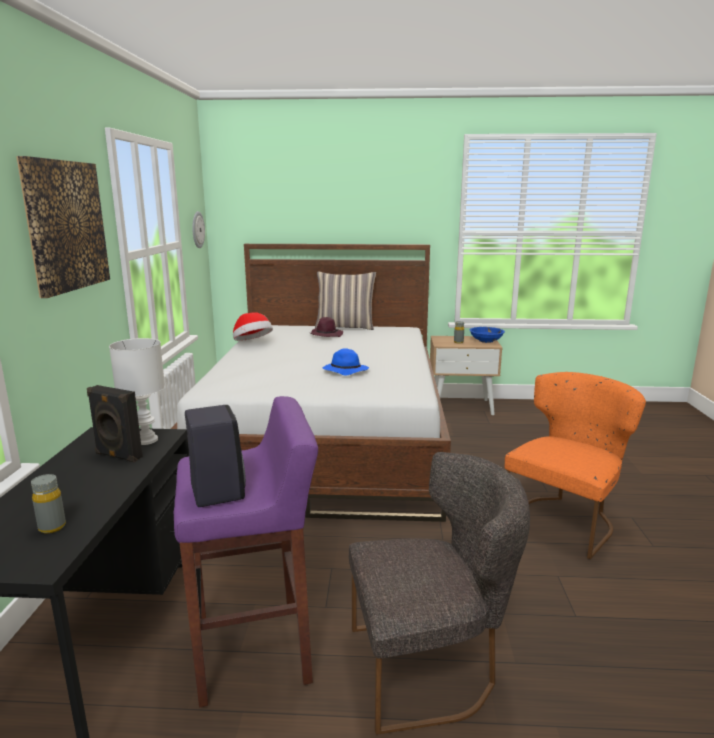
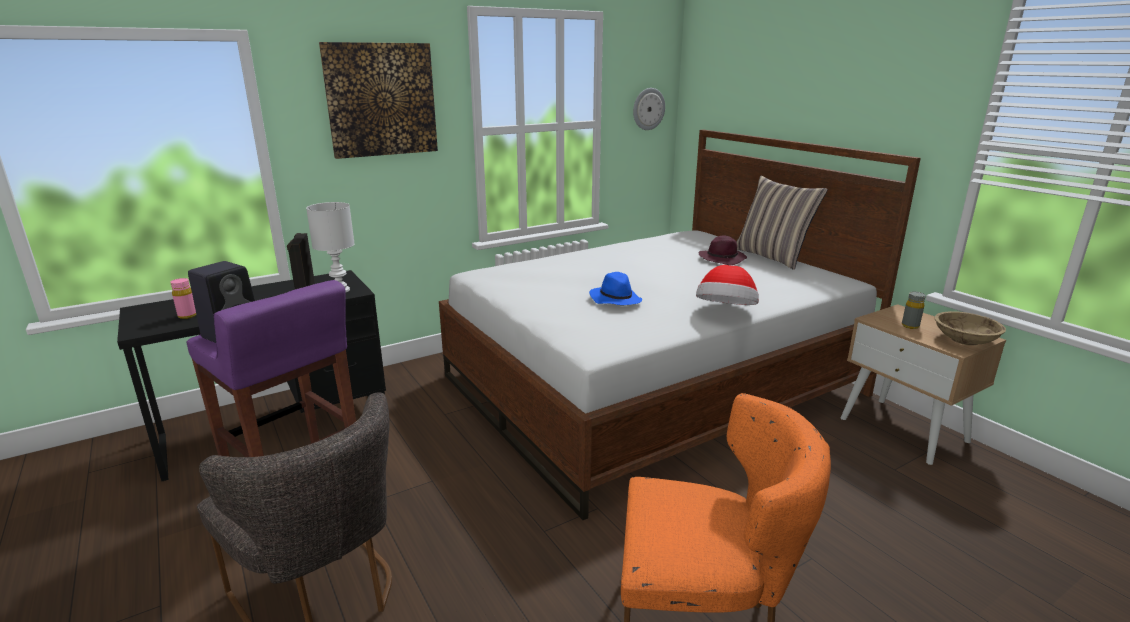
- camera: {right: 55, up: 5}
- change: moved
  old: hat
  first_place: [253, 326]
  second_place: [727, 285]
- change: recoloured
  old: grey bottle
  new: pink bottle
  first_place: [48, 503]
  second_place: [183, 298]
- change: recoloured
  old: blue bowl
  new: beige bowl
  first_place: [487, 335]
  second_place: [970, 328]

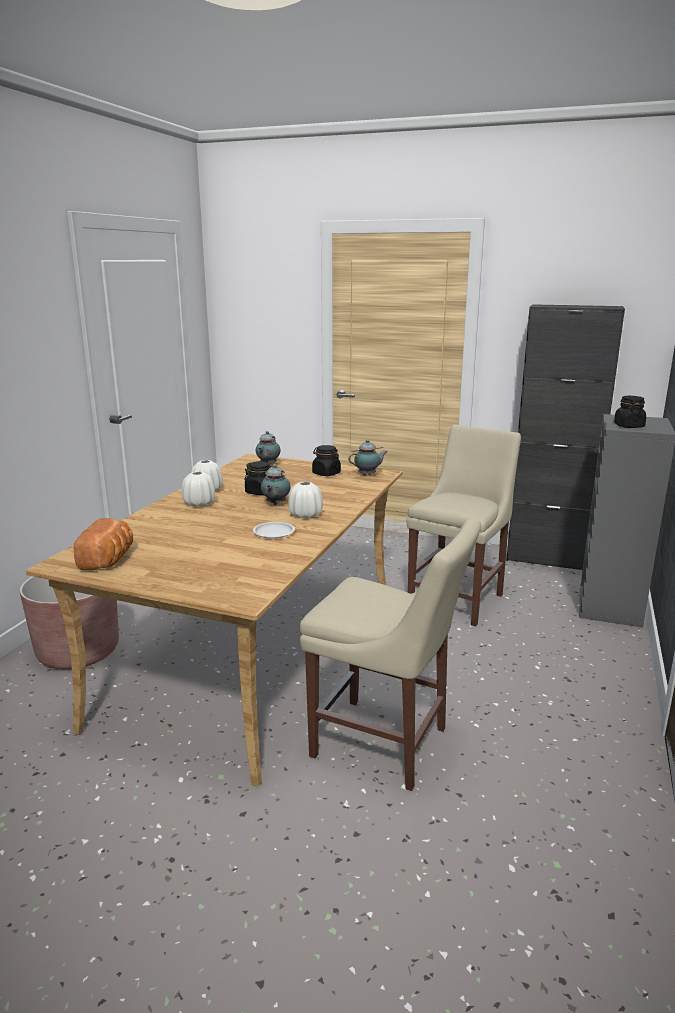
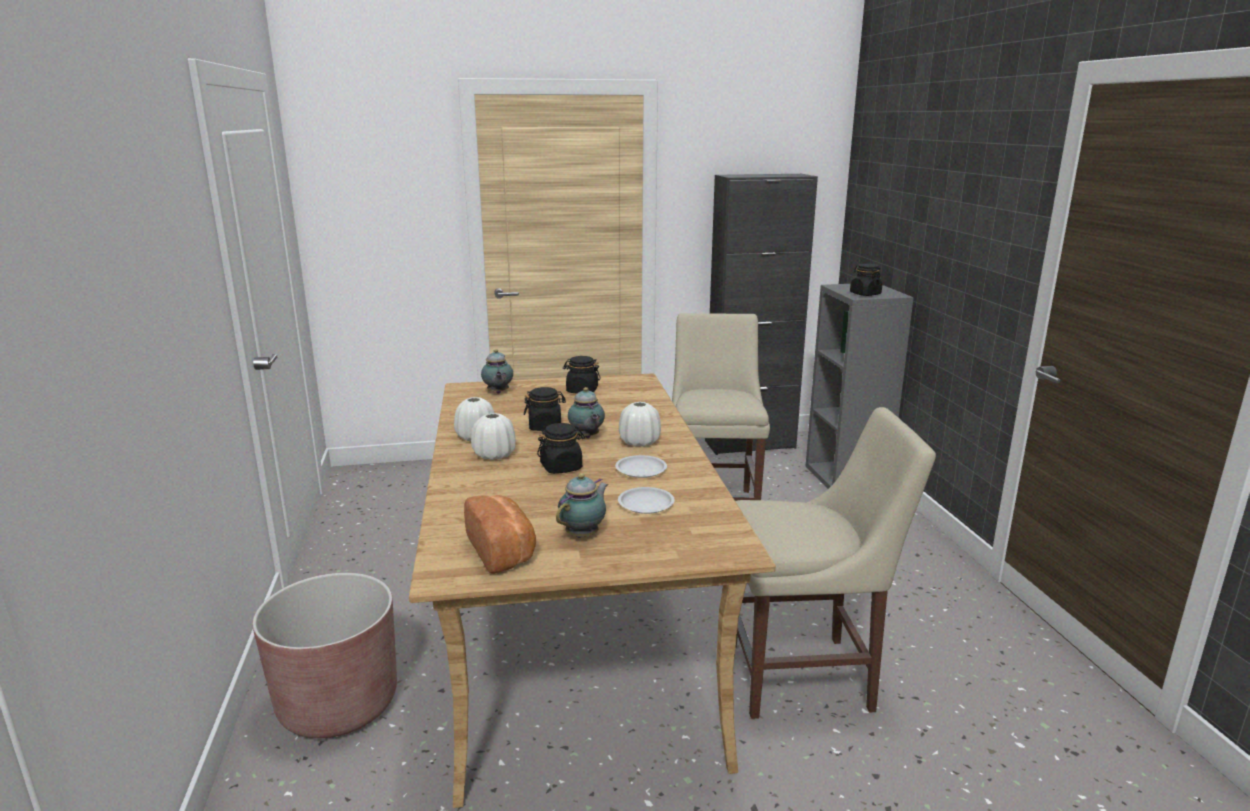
- camera: {right: -30, up: 0}
- change: added
  new: black jar
  second_place: [561, 448]
- change: added
  new: white plate
  second_place: [646, 500]
- change: moved
  old: teapot
  first_place: [367, 458]
  second_place: [582, 505]

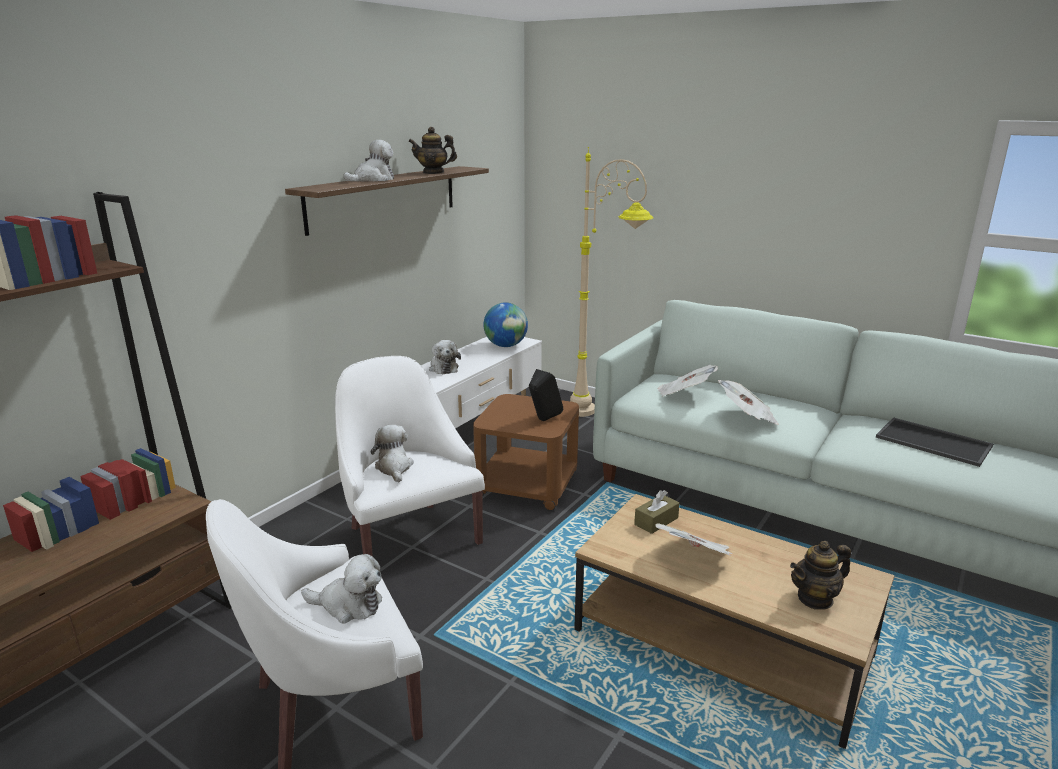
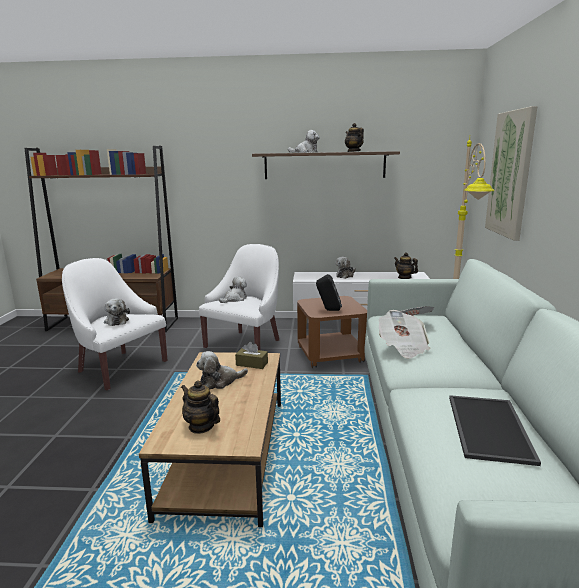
- camera: {right: 60, up: -5}
- change: added
  new: picture
  second_place: [511, 173]
- change: replaced
  old: globe
  new: teapot
  first_place: [505, 324]
  second_place: [406, 265]
- change: replaced
  old: newspaper
  new: plush toy
  first_place: [693, 539]
  second_place: [222, 370]

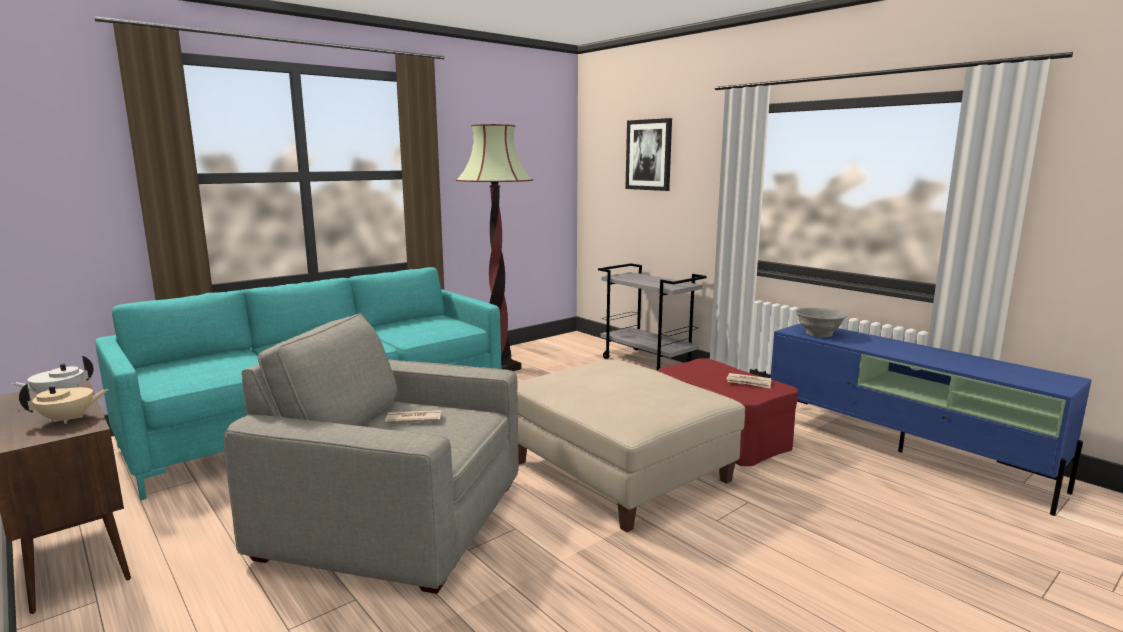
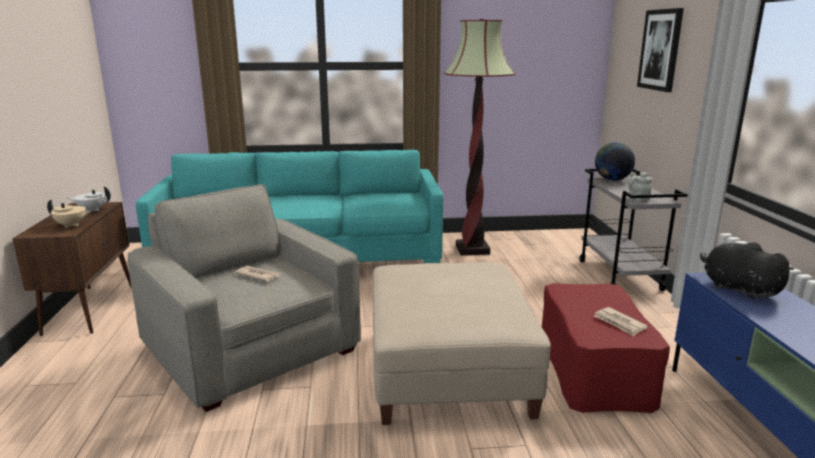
- camera: {right: 35, up: 5}
- change: added
  new: globe
  second_place: [615, 161]
- change: added
  new: grey teapot
  second_place: [639, 187]
- change: replaced
  old: grey bowl
  new: black plush toy
  first_place: [821, 322]
  second_place: [747, 271]

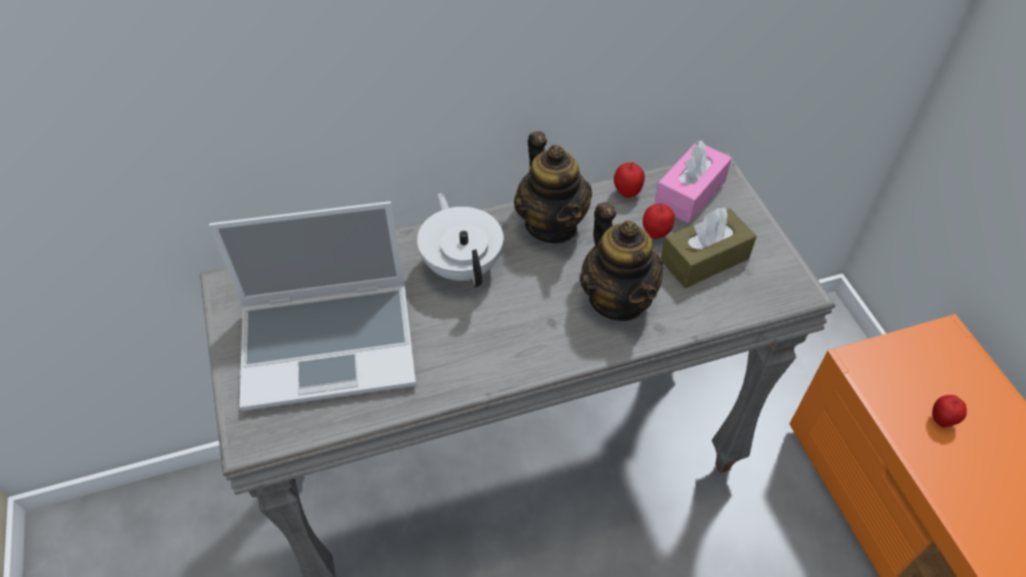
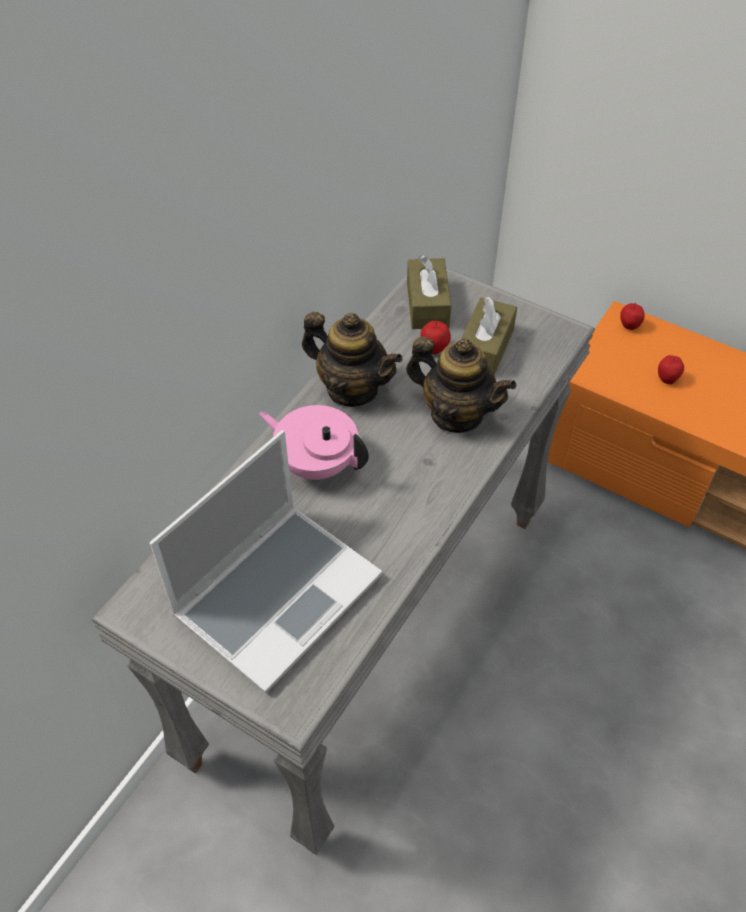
- camera: {right: -40, up: 0}
- change: moved
  old: apple
  first_place: [629, 180]
  second_place: [632, 316]
- change: recoloured
  old: white teapot
  new: pink teapot
  first_place: [460, 240]
  second_place: [314, 442]
- change: recoloured
  old: pink tissue box
  new: brown tissue box
  first_place: [693, 181]
  second_place: [429, 292]

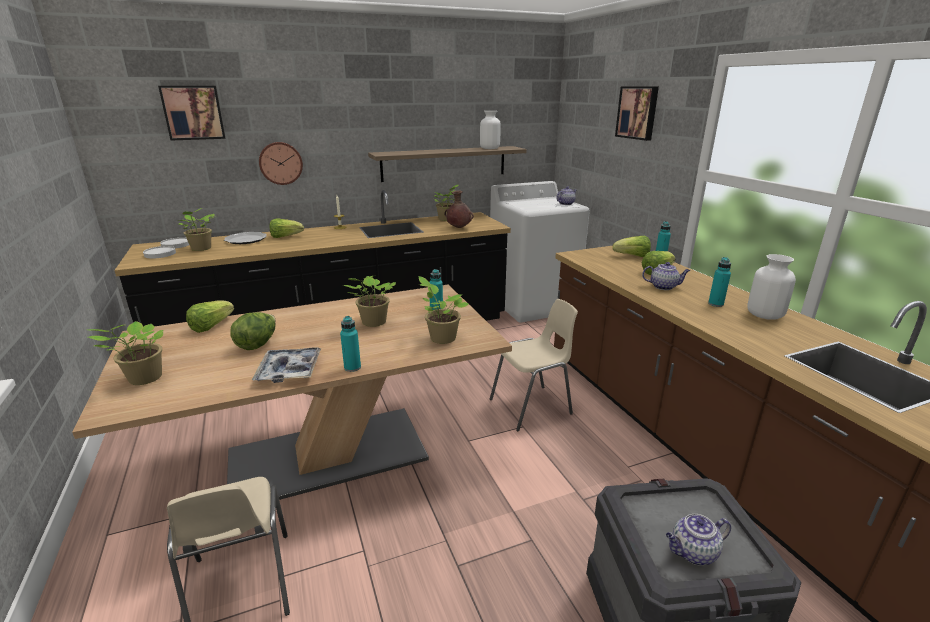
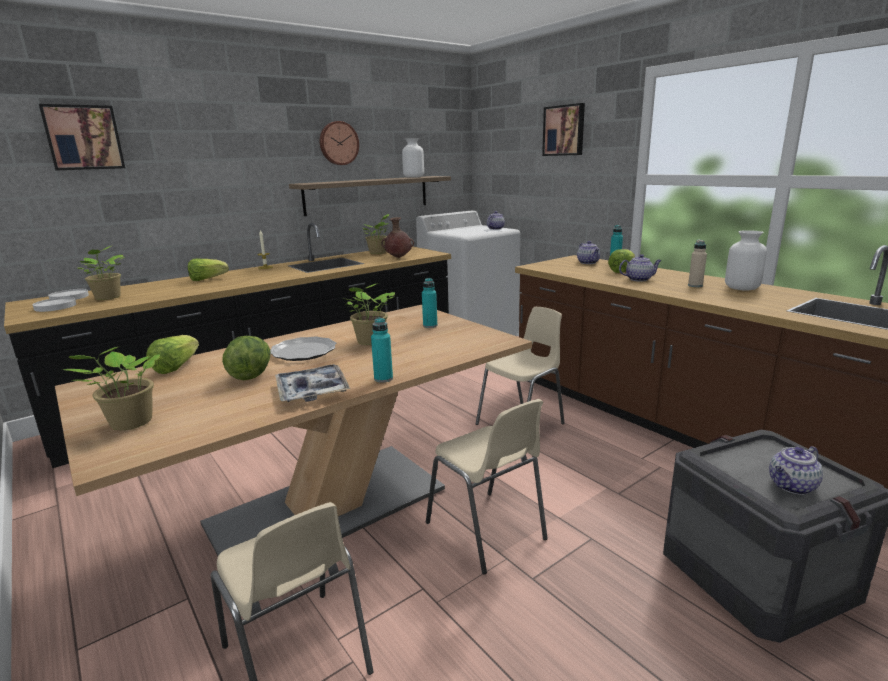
- camera: {right: -15, up: -5}
- change: removed
  old: potted plant
  first_place: [443, 310]
- change: added
  new: beige chair
  second_place: [487, 486]
- change: moved
  old: plate
  first_place: [245, 238]
  second_place: [303, 349]
- change: moved
  old: wall clock
  first_place: [281, 163]
  second_place: [339, 143]
- change: replaced
  old: lettuce
  new: teapot
  first_place: [631, 246]
  second_place: [588, 252]
- change: recoloured
  old: turquoise bottle
  new: beige bottle
  first_place: [719, 282]
  second_place: [697, 263]

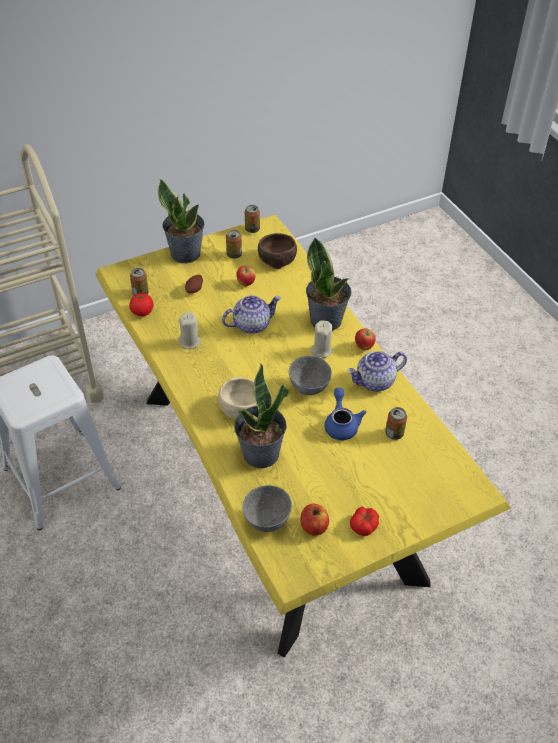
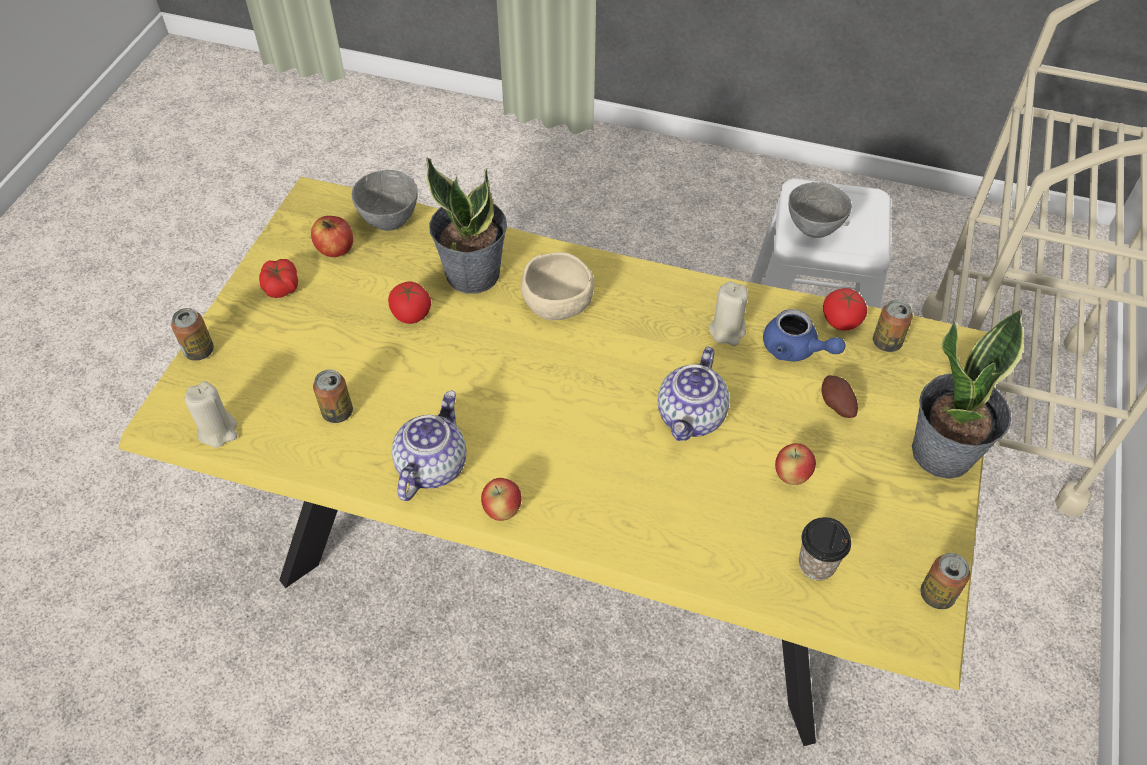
- camera: {right: 135, up: 5}
- change: removed
  old: potted plant
  first_place: [328, 284]
- change: added
  new: tomato
  second_place: [409, 302]
- change: moved
  old: can
  first_place: [234, 244]
  second_place: [192, 334]
- change: moved
  old: grey bowl
  first_place: [310, 375]
  second_place: [820, 210]
- change: moved
  old: beige candle
  first_place: [322, 339]
  second_place: [211, 414]
- change: moved
  old: blue teapot
  first_place: [345, 414]
  second_place: [804, 335]
- change: replaced
  old: brown bowl
  new: cup
  first_place: [277, 251]
  second_place: [825, 548]

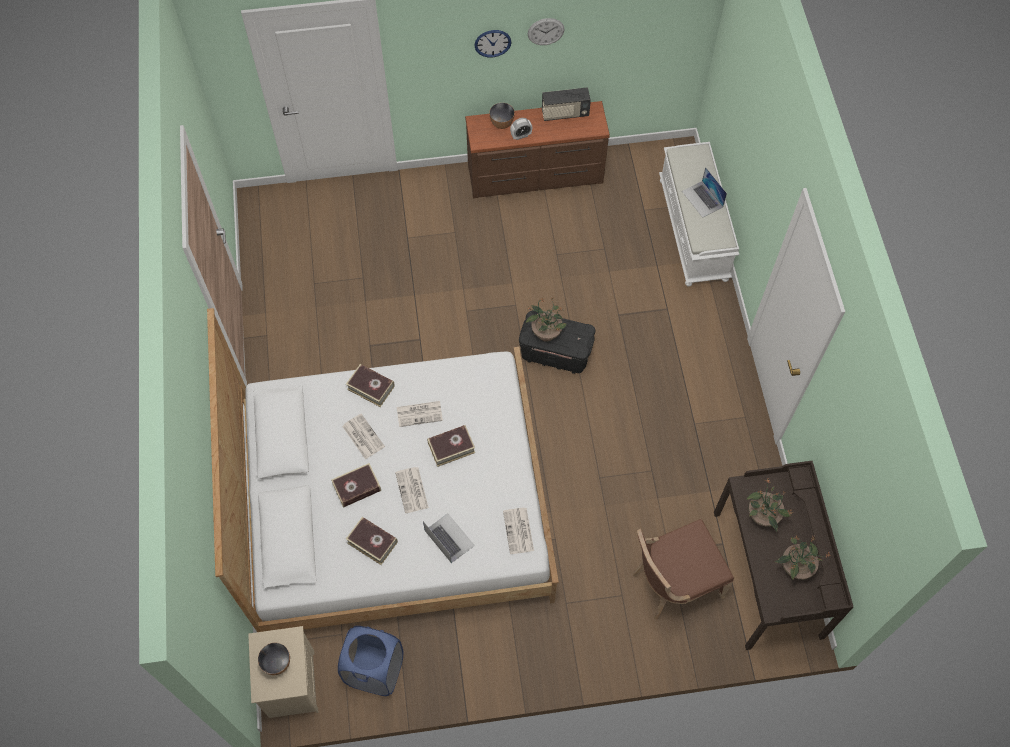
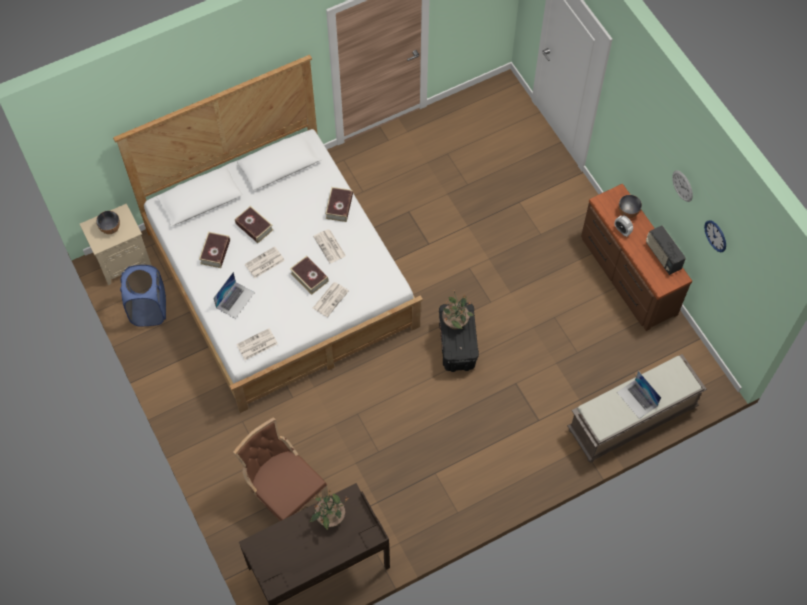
- camera: {right: 70, up: 0}
- change: removed
  old: potted plant
  first_place: [803, 557]
- change: moved
  old: newspaper
  first_place: [363, 436]
  second_place: [331, 299]
- change: moved
  old: wall clock
  first_place: [493, 43]
  second_place: [715, 236]
- change: recoloured
  old: white bench
  new: brown bench
  first_place: [699, 214]
  second_place: [637, 408]
- change: turned
  old: laptop
  first_place: [704, 192]
  second_place: [639, 395]
  degrees: -75

